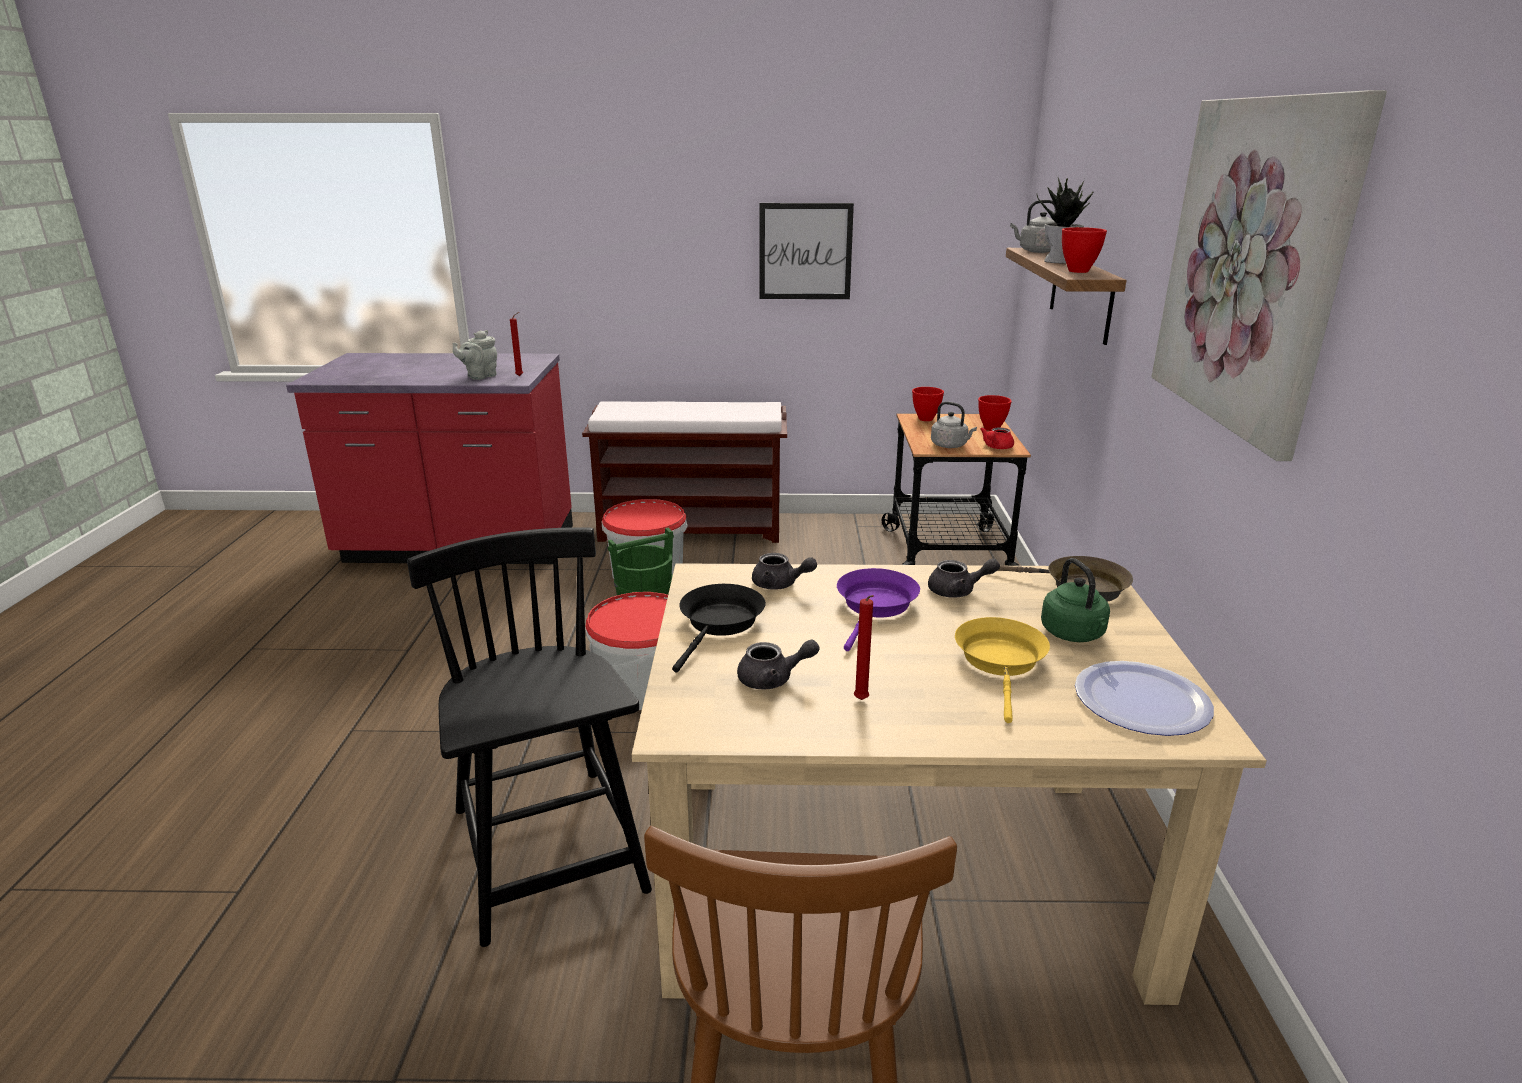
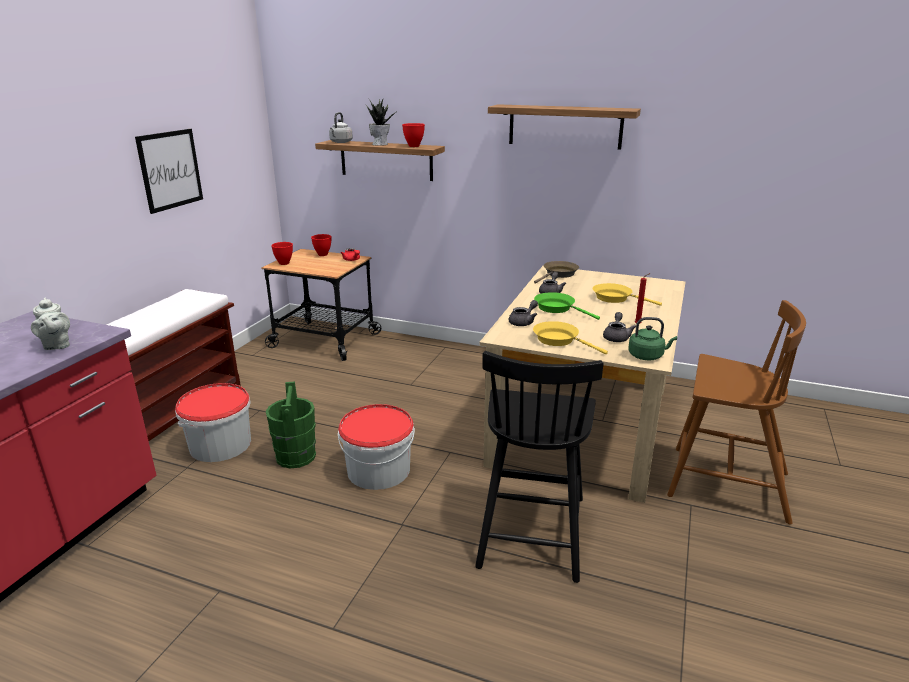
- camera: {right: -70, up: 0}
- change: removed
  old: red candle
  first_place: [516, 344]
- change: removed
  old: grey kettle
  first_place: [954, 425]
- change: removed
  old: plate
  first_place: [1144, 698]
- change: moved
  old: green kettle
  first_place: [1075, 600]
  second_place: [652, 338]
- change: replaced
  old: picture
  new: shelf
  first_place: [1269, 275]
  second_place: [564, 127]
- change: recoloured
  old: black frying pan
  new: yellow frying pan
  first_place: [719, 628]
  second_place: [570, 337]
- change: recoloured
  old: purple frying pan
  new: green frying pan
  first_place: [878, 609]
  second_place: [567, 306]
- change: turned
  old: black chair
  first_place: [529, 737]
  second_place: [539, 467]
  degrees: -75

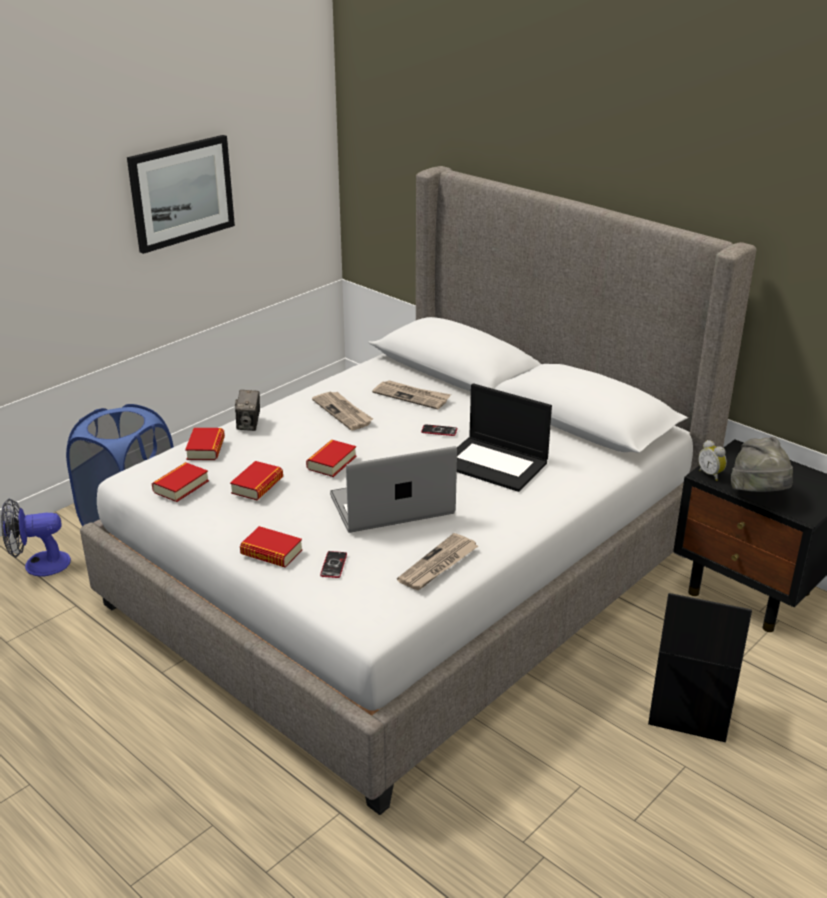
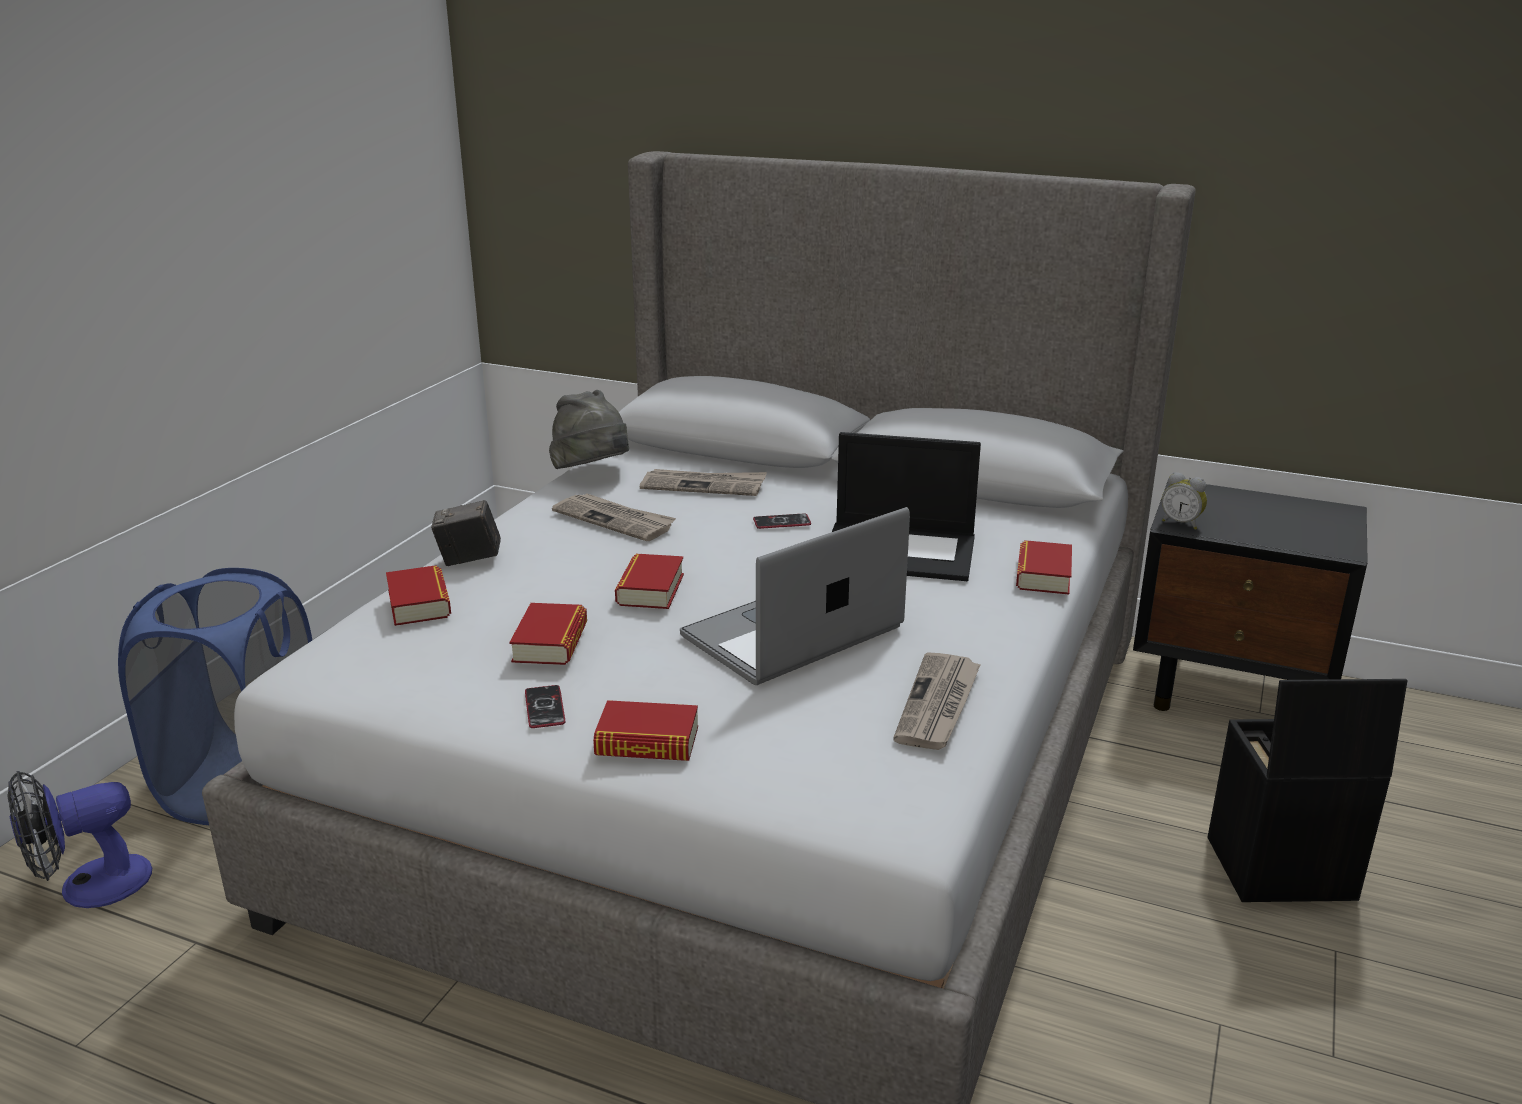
- camera: {right: -20, up: -5}
- change: removed
  old: picture
  first_place: [181, 194]
- change: moved
  old: book
  first_place: [180, 482]
  second_place: [1044, 567]
- change: moved
  old: phone
  first_place: [333, 564]
  second_place: [545, 706]
- change: moved
  old: grey hat
  first_place: [762, 464]
  second_place: [589, 429]
- change: turned
  old: photo camera
  first_place: [247, 410]
  second_place: [466, 533]
  degrees: 105

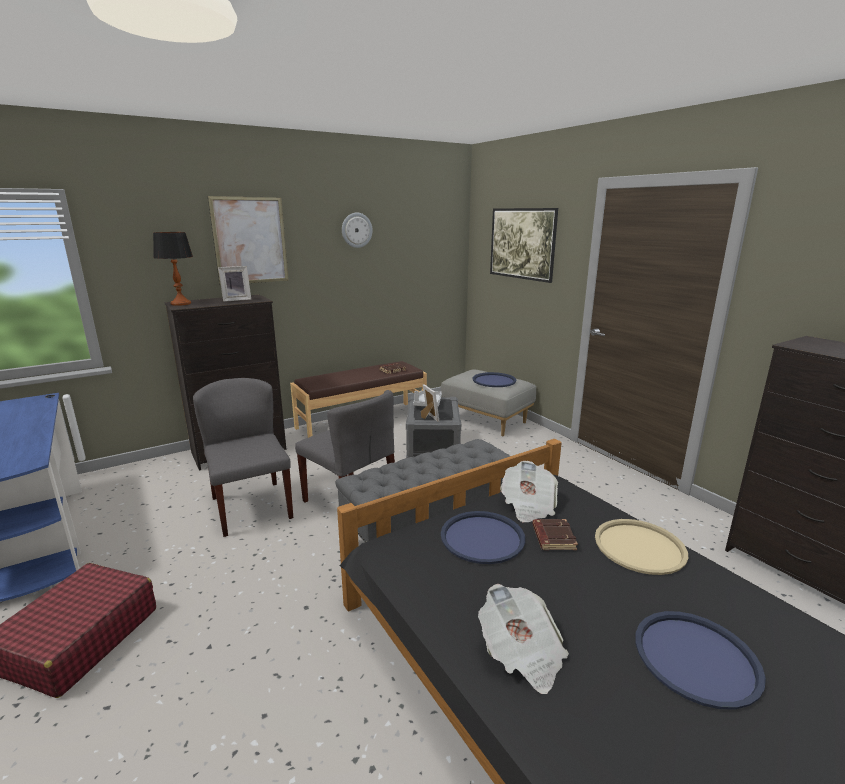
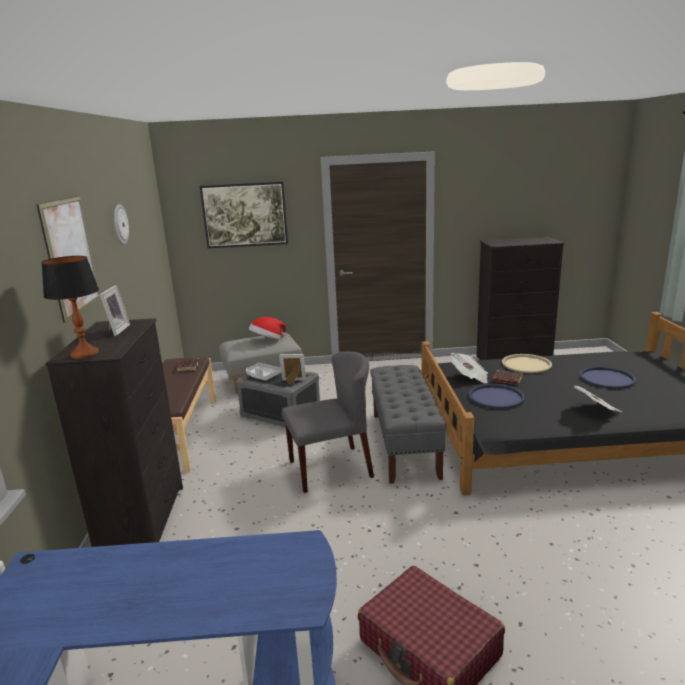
- camera: {right: -60, up: 0}
- change: removed
  old: grey chair
  first_place: [243, 457]
- change: replaced
  old: blue tray
  new: hat
  first_place: [494, 379]
  second_place: [267, 328]

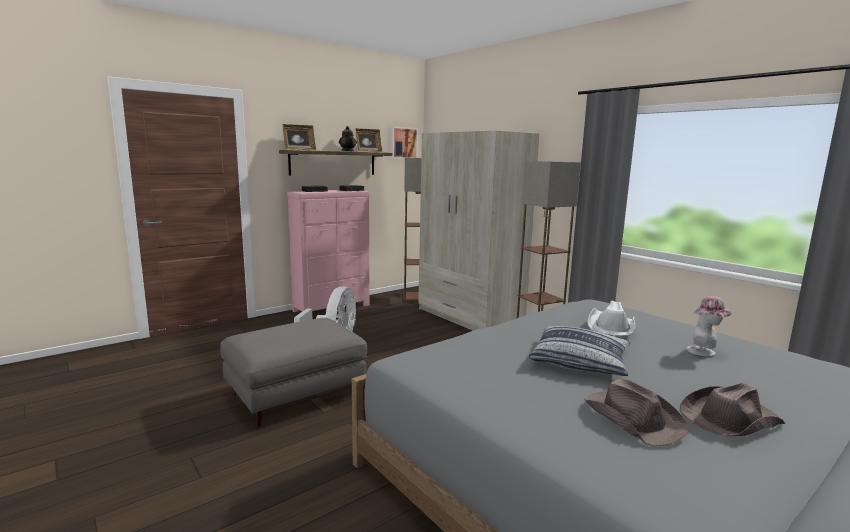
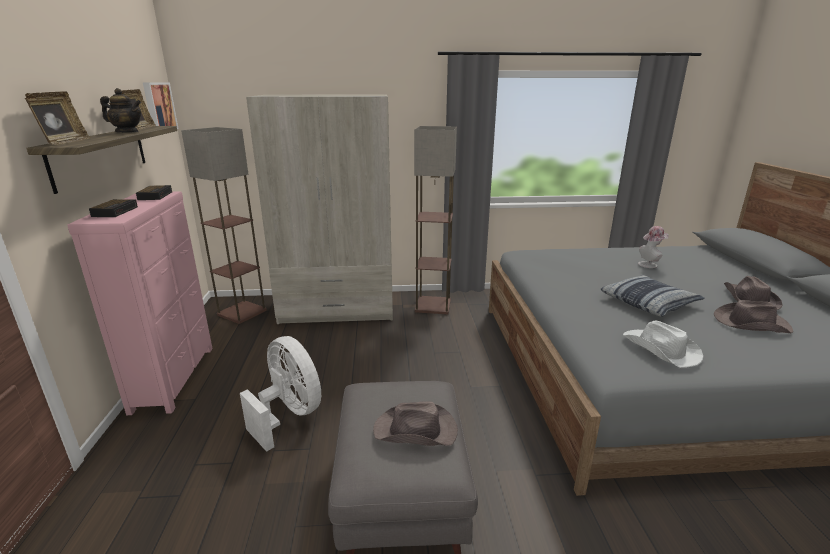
- camera: {right: -55, up: 10}
- change: added
  new: brown hat
  second_place: [415, 423]
- change: moved
  old: white hat
  first_place: [611, 318]
  second_place: [663, 344]

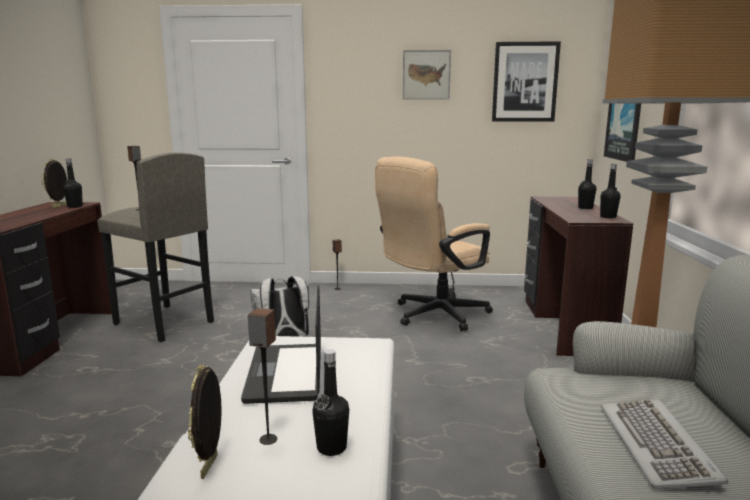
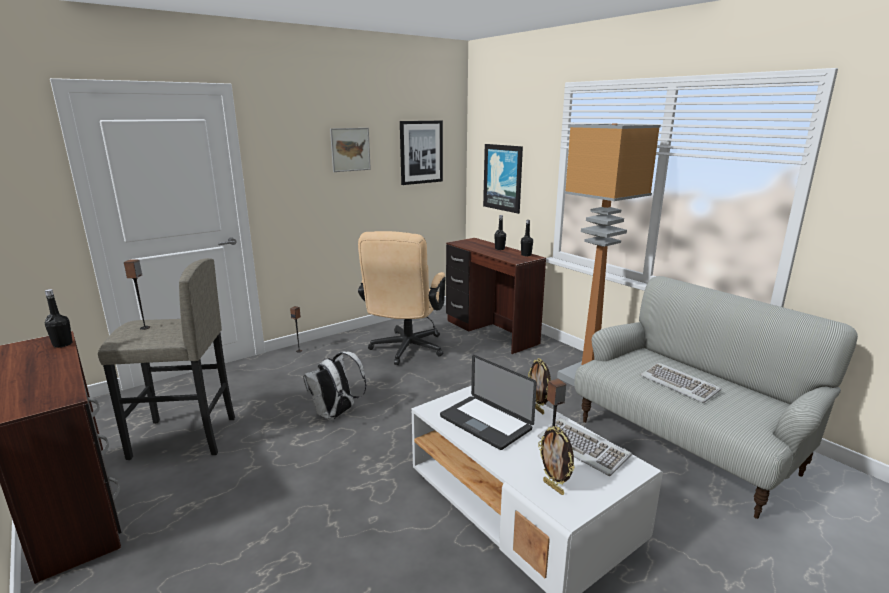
- camera: {right: -40, up: 5}
- change: moved
  old: picture frame
  first_place: [54, 183]
  second_place: [539, 386]
- change: replaced
  old: black bottle
  new: keyboard
  first_place: [330, 402]
  second_place: [585, 447]

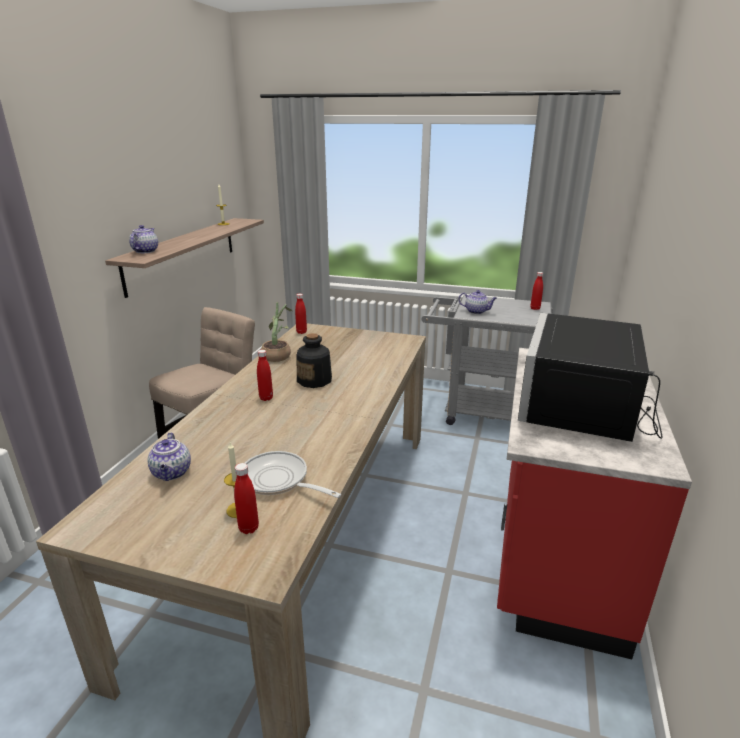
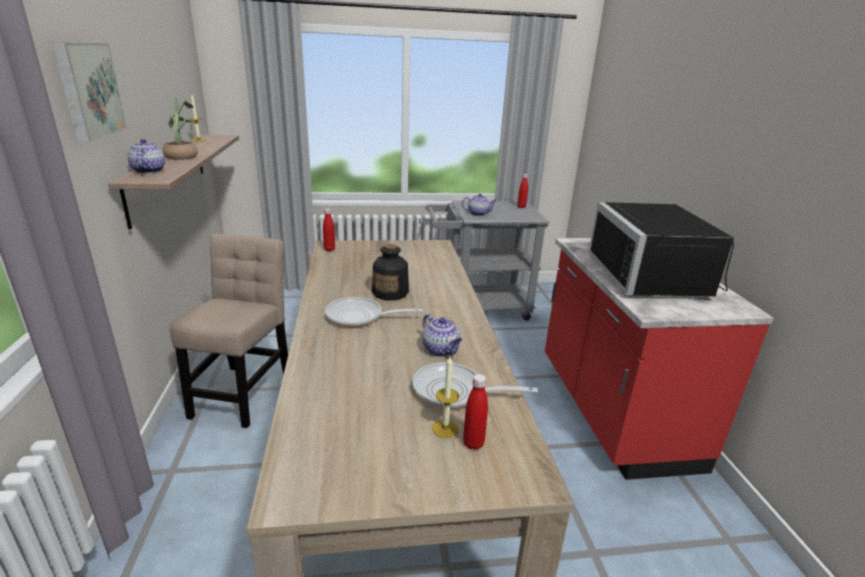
- camera: {right: -25, up: 0}
- change: added
  new: picture
  second_place: [89, 92]
- change: moved
  old: teapot
  first_place: [169, 456]
  second_place: [442, 335]
- change: moved
  old: potted plant
  first_place: [276, 332]
  second_place: [180, 128]
- change: replaced
  old: red bottle
  new: frying pan
  first_place: [265, 375]
  second_place: [374, 312]

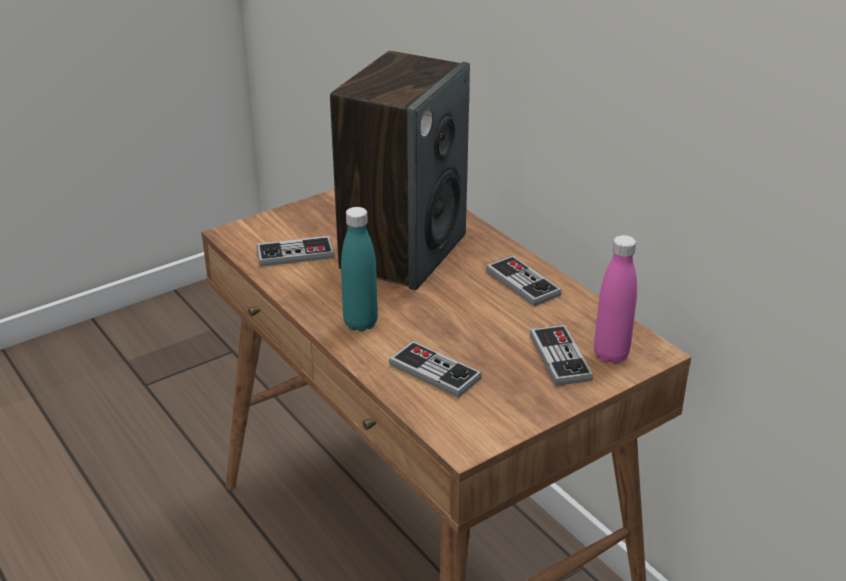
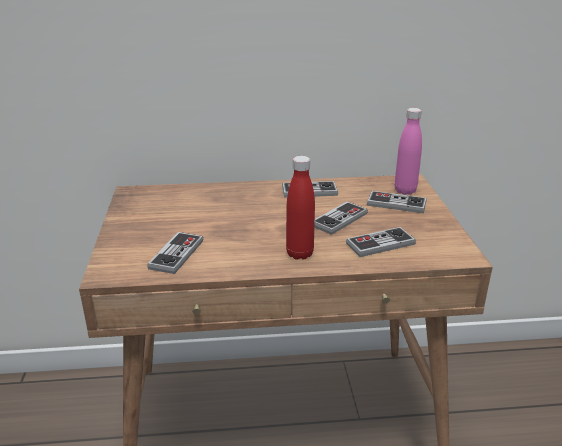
- camera: {right: -60, up: -5}
- change: removed
  old: speaker
  first_place: [400, 170]
- change: added
  new: game controller
  second_place: [341, 218]
- change: recoloured
  old: turquoise bottle
  new: red bottle
  first_place: [359, 269]
  second_place: [300, 208]

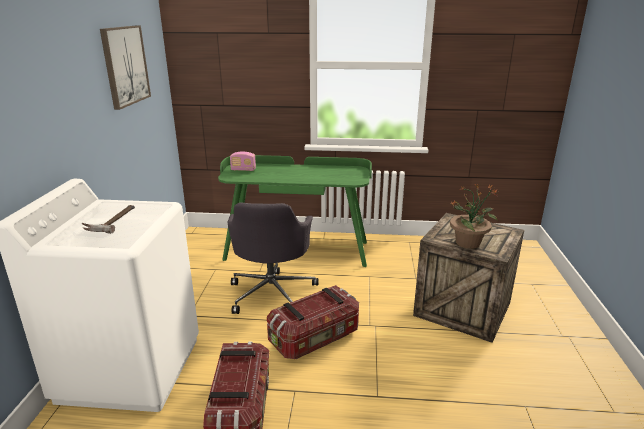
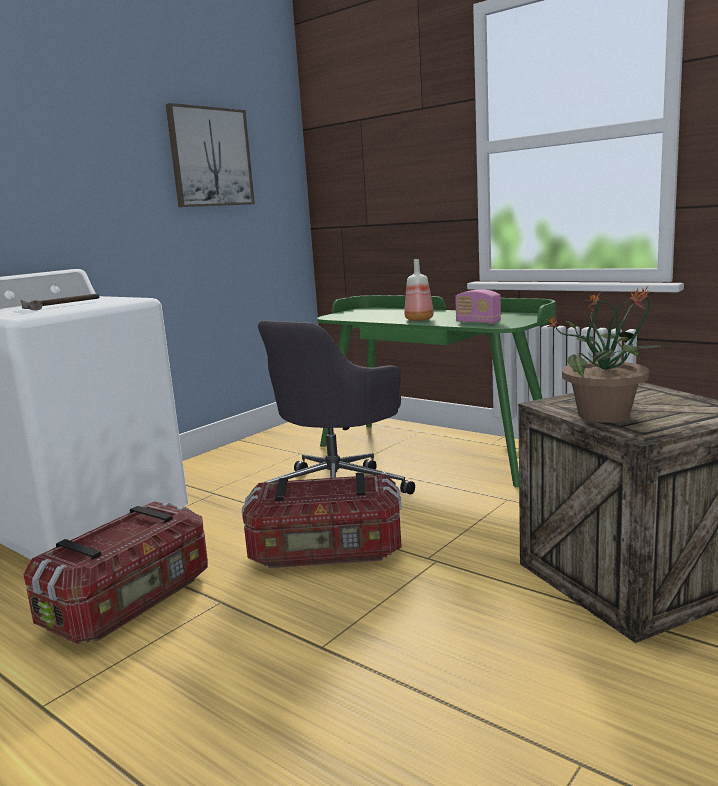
- camera: {right: 35, up: -10}
- change: added
  new: bottle
  second_place: [419, 290]
- change: moved
  old: radio
  first_place: [243, 161]
  second_place: [478, 306]

